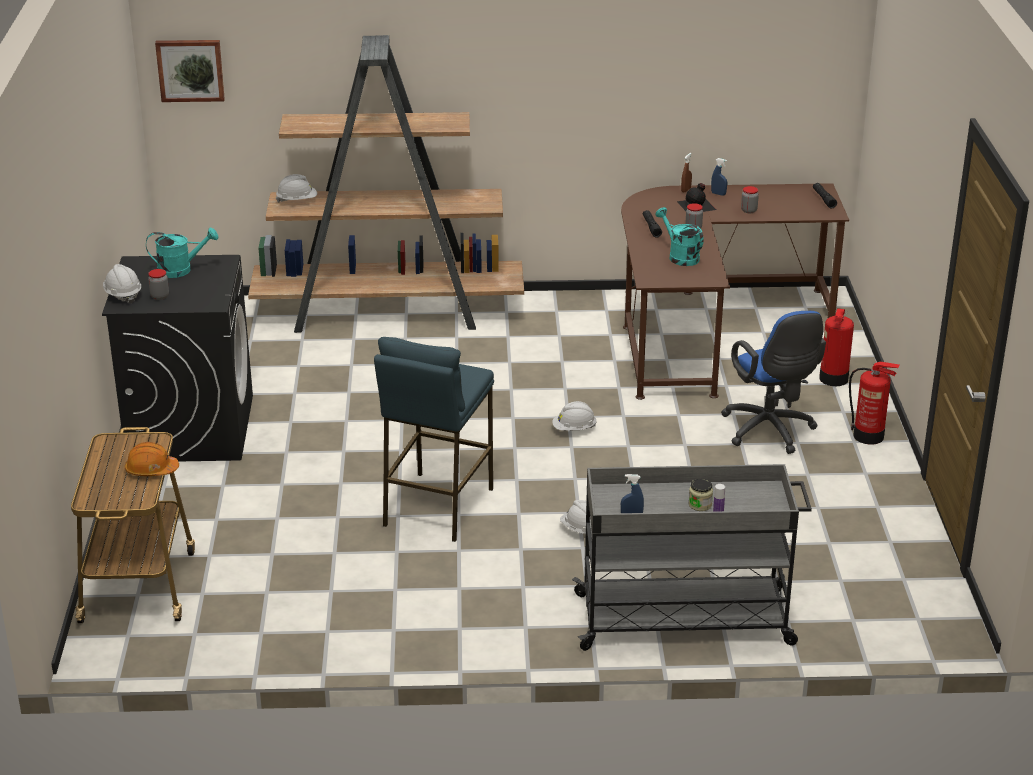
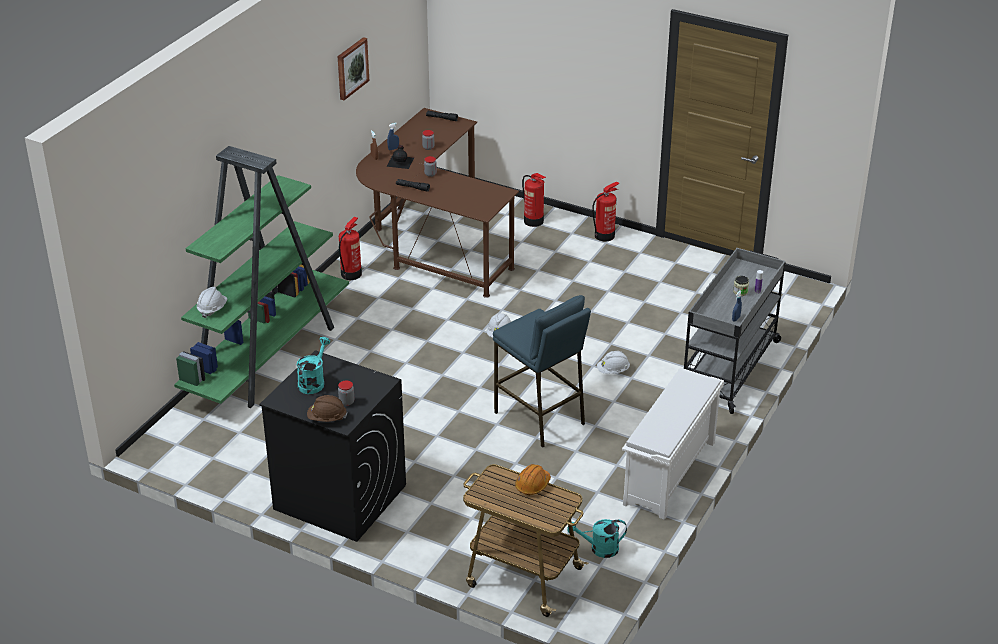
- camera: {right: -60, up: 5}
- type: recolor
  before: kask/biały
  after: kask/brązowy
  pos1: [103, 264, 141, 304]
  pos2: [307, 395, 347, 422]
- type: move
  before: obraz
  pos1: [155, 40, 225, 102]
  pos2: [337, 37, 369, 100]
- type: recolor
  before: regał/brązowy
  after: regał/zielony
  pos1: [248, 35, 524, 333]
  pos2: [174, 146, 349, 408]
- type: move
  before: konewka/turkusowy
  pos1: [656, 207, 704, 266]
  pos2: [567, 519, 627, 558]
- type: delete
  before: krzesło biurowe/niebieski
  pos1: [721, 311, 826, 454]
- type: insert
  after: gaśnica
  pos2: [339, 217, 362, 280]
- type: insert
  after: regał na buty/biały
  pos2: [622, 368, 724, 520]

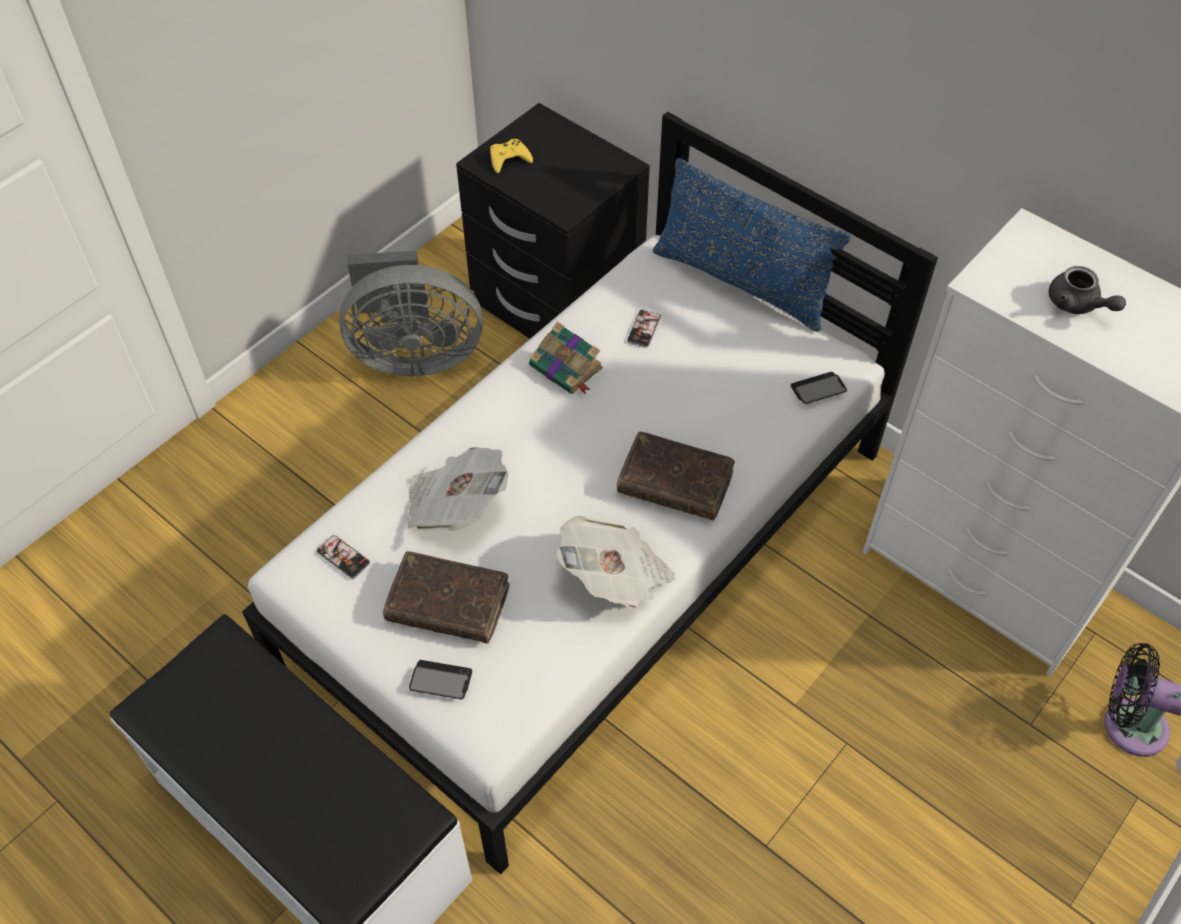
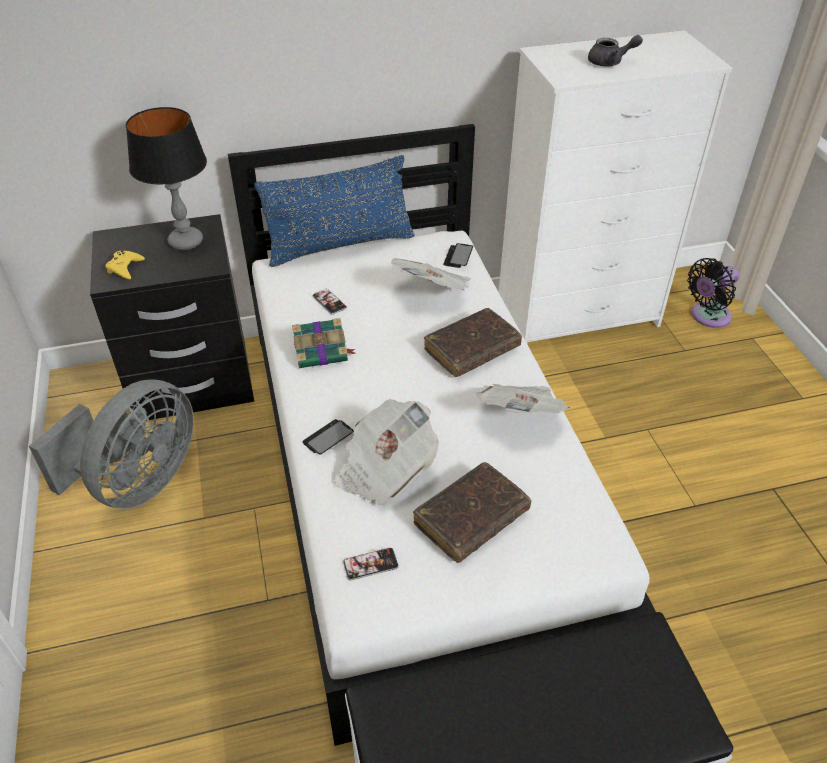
- camera: {right: -55, up: -10}
- type: move
  before: telefon
  pos1: [409, 660, 472, 700]
  pos2: [302, 419, 354, 454]
- type: insert
  after: lampa stołowa
  pos2: [126, 107, 207, 250]
- type: insert
  after: gazeta
  pos2: [391, 258, 470, 290]

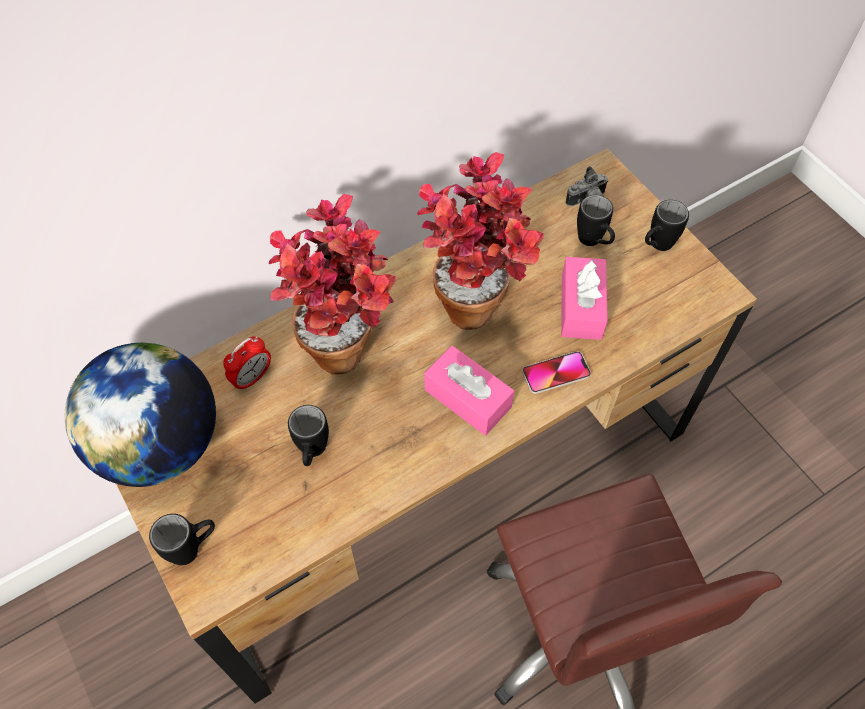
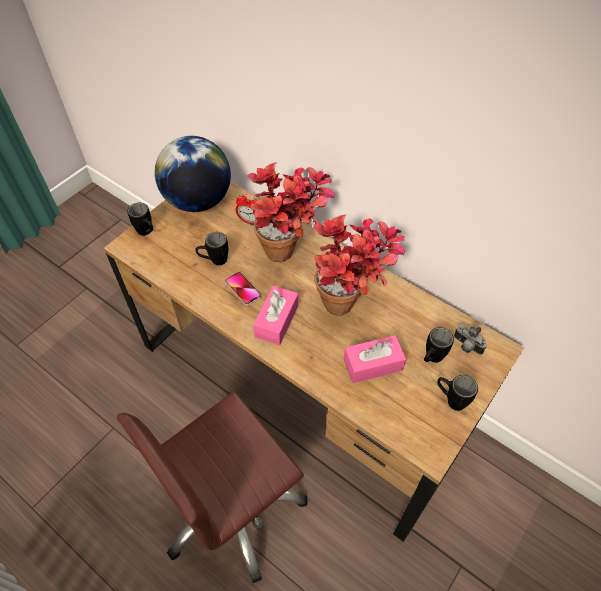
- camera: {right: 70, up: -5}
- type: move
  before: telefon
  pos1: [522, 351, 591, 394]
  pos2: [225, 272, 261, 306]

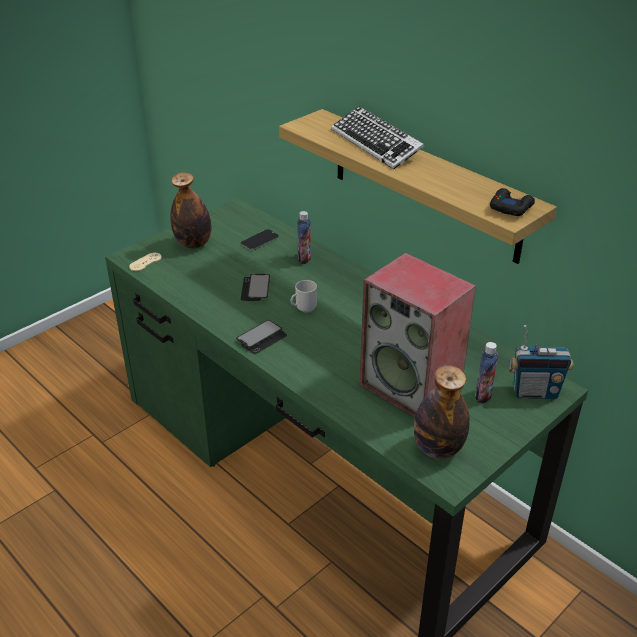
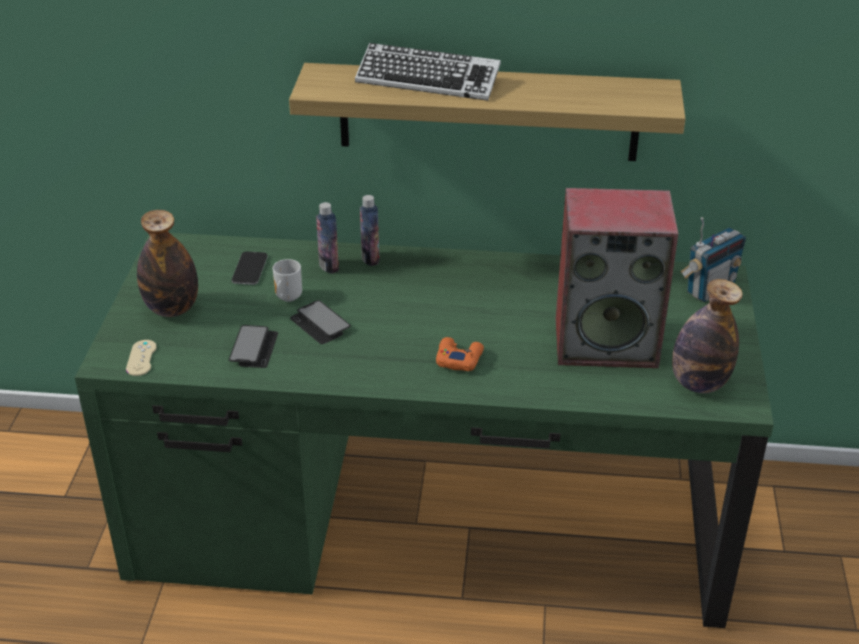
- camera: {right: -40, up: 0}
- type: move
  before: telefon
  pos1: [236, 320, 287, 354]
  pos2: [229, 325, 278, 368]
- type: move
  before: kubek
  pos1: [291, 280, 317, 313]
  pos2: [273, 259, 302, 302]
- type: move
  before: butelka
  pos1: [475, 342, 498, 404]
  pos2: [360, 195, 379, 266]
- type: delete
  before: pad do gier/czarny
  pos1: [490, 188, 535, 216]
- type: insert
  after: pad do gier/pomarańczowy
  pos2: [436, 337, 484, 371]

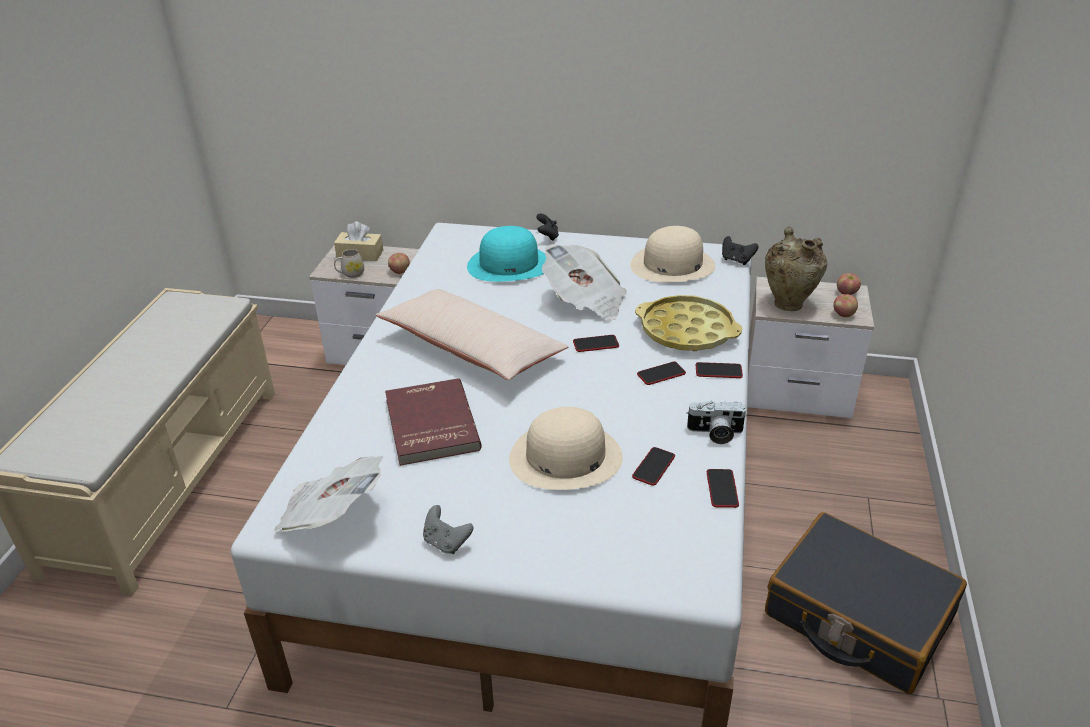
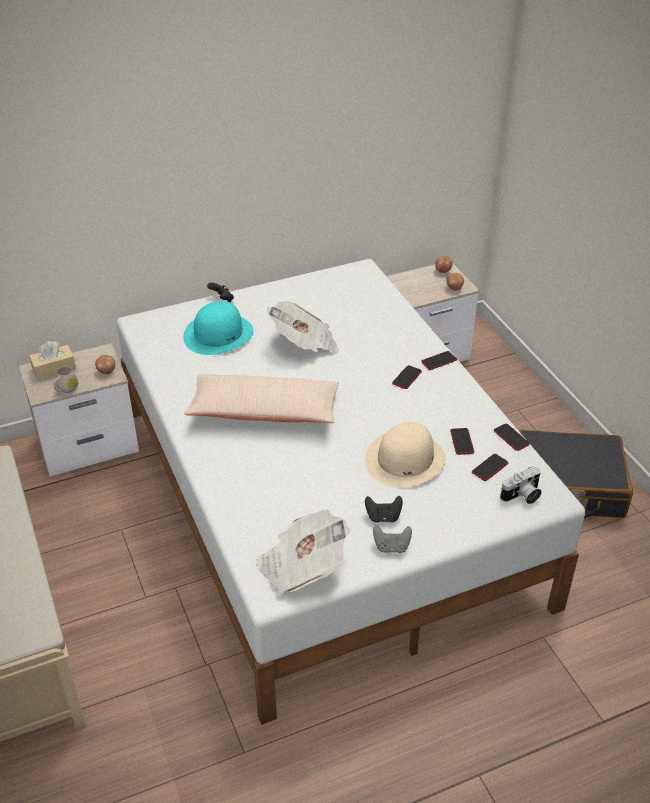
- camera: {right: -35, up: 5}
- type: delete
  before: książka/czerwony
  pos1: [385, 378, 482, 466]
- type: move
  before: telefon
  pos1: [573, 335, 619, 352]
  pos2: [472, 454, 508, 481]
- type: delete
  before: kapelusz/beżowy
  pos1: [631, 226, 716, 282]
- type: delete
  before: taca/żółty
  pos1: [635, 295, 742, 351]
- type: move
  before: aparat fotograficzny
  pos1: [686, 401, 747, 444]
  pos2: [500, 466, 542, 504]
- type: move
  before: pad do gier/czarny
  pos1: [722, 236, 759, 265]
  pos2: [365, 496, 403, 523]
- type: delete
  before: wazon/beżowy
  pos1: [765, 227, 827, 311]

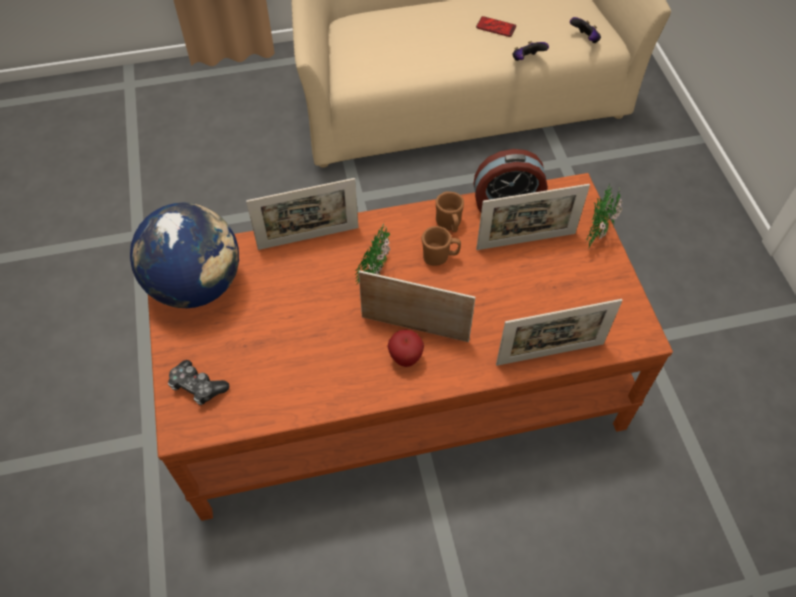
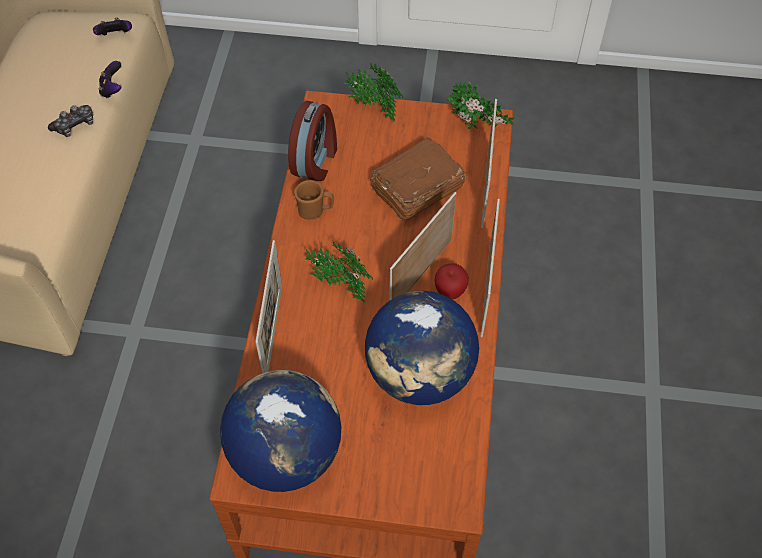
- camera: {right: -70, up: 0}
- type: move
  before: pad do gier
  pos1: [168, 360, 229, 405]
  pos2: [48, 105, 93, 137]
- type: delete
  before: kubek/brązowy
  pos1: [421, 226, 461, 265]
- type: delete
  before: telefon
  pos1: [476, 16, 516, 37]
- type: move
  before: ramka na zdjęcie
  pos1: [476, 184, 590, 250]
  pos2: [480, 199, 500, 337]
- type: insert
  after: globus
  pos2: [365, 291, 479, 405]
- type: insert
  after: książka/brązowy
  pos2: [370, 137, 466, 221]
- type: insert
  after: roślina doniczkowa
  pos2: [447, 82, 515, 129]

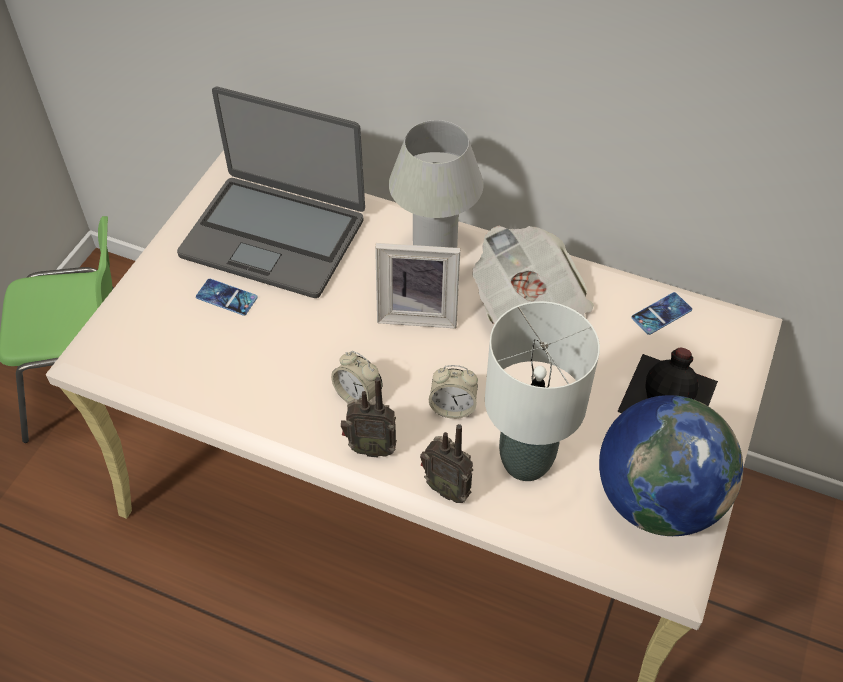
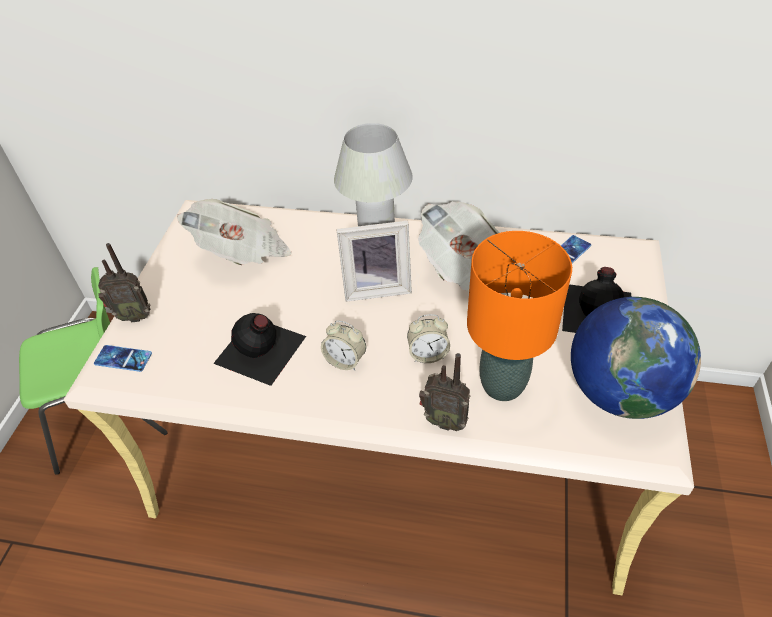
- camera: {right: -10, up: -5}
- type: replace
  before: laptop
  after: gazeta
  pos1: [177, 87, 365, 298]
  pos2: [177, 199, 292, 265]
- type: move
  before: telefon
  pos1: [196, 279, 258, 316]
  pos2: [94, 345, 152, 372]
- type: move
  before: radio
  pos1: [341, 377, 397, 458]
  pos2: [98, 243, 151, 322]
- type: recolor
  before: lampa stołowa/biały
  after: lampa stołowa/pomarańczowy
  pos1: [485, 301, 600, 481]
  pos2: [467, 231, 572, 401]
- type: insert
  after: butelka/czarny
  pos2: [213, 313, 306, 386]

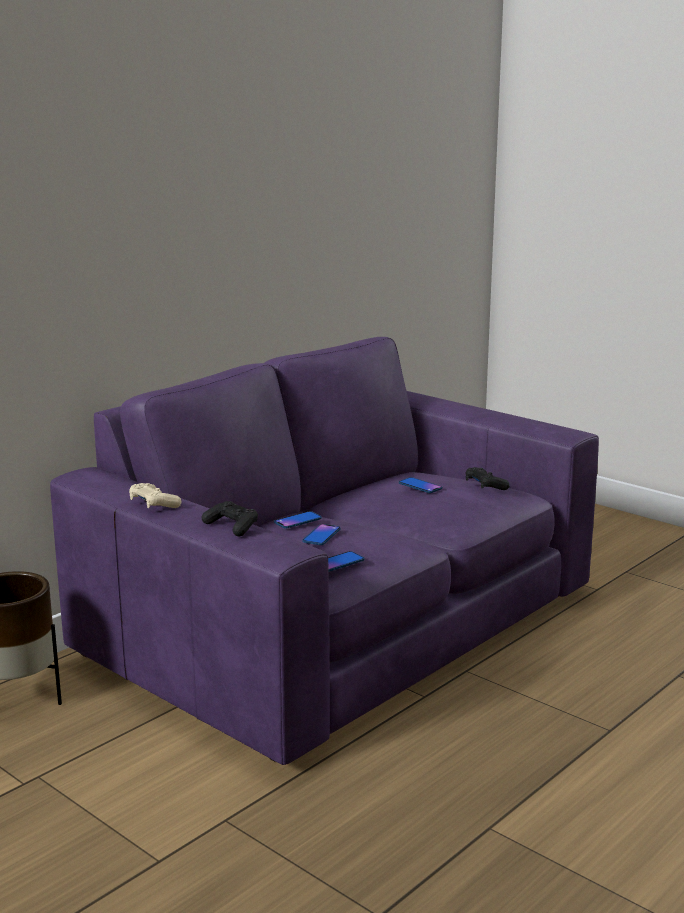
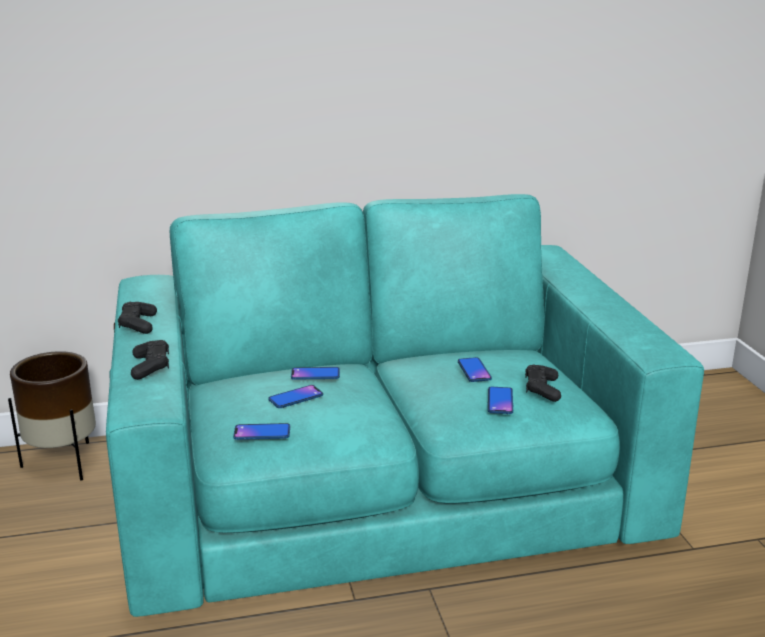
- camera: {right: 35, up: 5}
- type: recolor
  before: kanapa/fioletowy
  after: kanapa/turkusowy
  pos1: [50, 337, 599, 765]
  pos2: [106, 194, 704, 617]
- type: recolor
  before: pad do gier/beżowy
  after: pad do gier/czarny
  pos1: [129, 483, 181, 508]
  pos2: [118, 302, 157, 334]
- type: insert
  after: telefon
  pos2: [488, 387, 513, 414]

